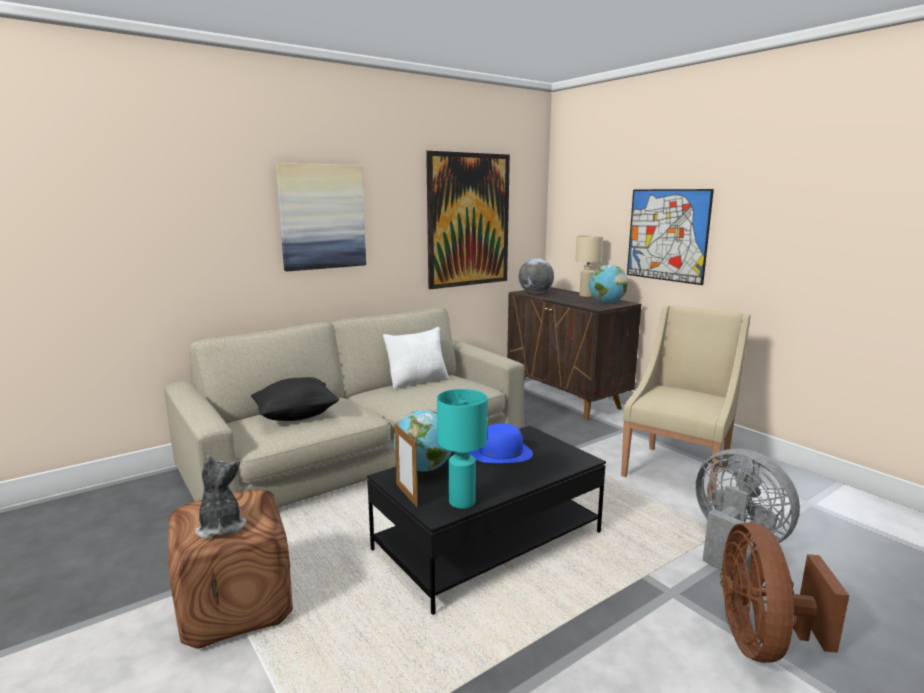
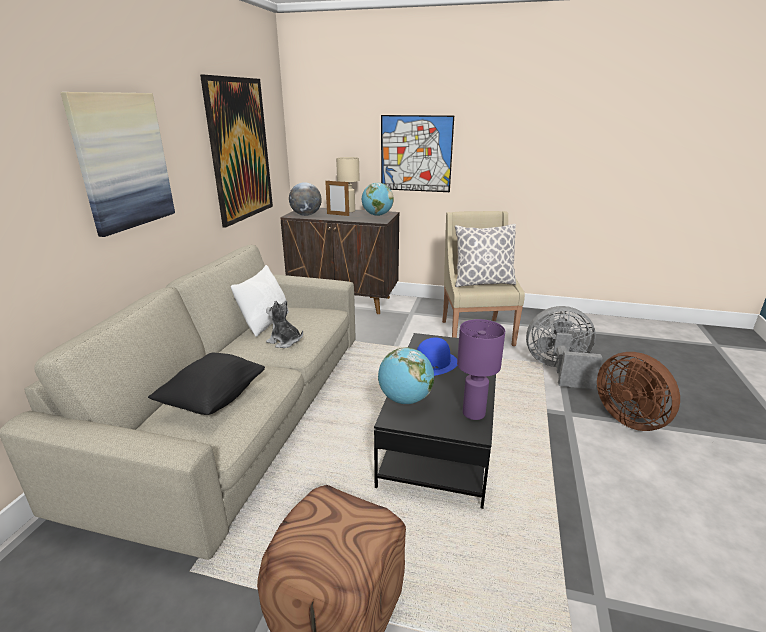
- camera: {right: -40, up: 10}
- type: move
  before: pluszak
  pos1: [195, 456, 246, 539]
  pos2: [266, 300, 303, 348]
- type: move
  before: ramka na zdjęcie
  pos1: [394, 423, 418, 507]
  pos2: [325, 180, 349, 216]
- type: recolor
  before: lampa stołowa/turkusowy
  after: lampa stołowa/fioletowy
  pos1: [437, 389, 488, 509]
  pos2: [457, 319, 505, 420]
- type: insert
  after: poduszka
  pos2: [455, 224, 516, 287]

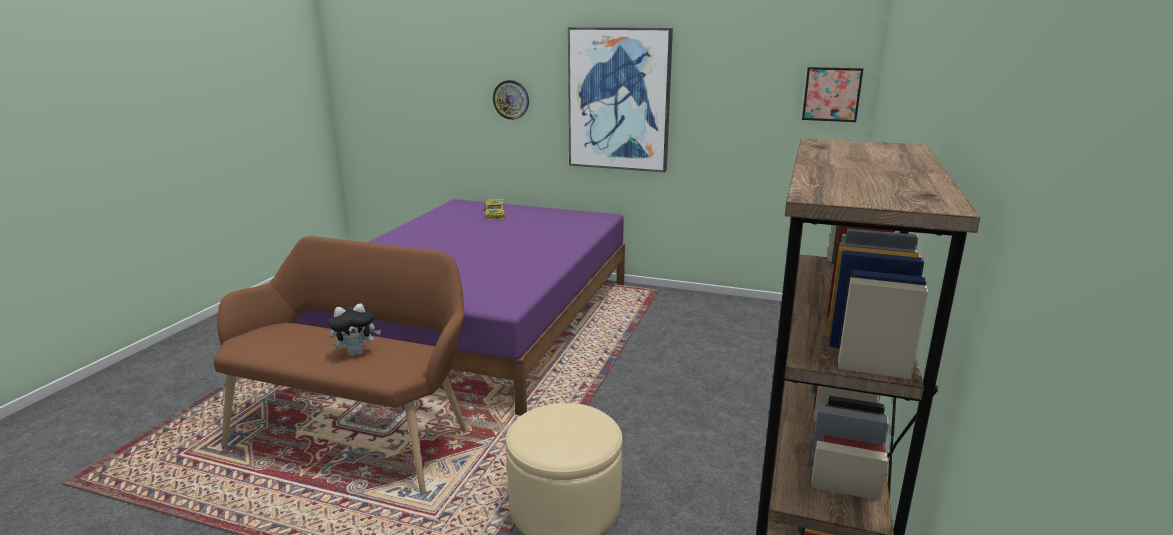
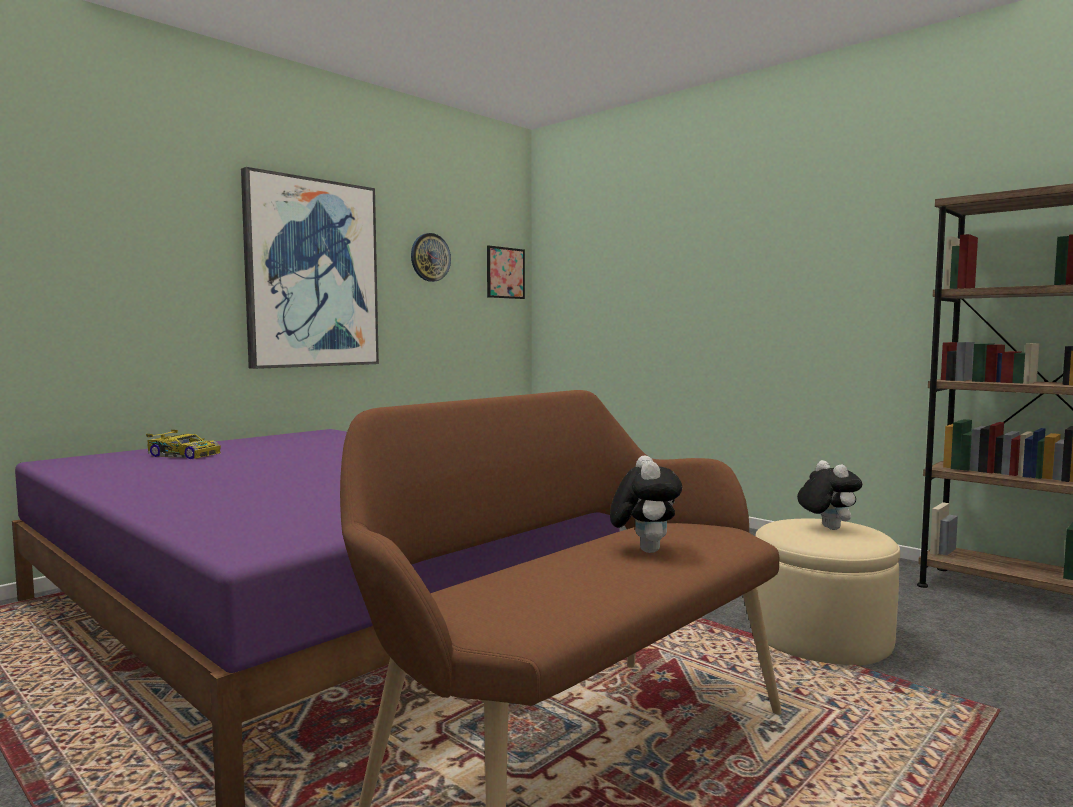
- camera: {right: -65, up: -15}
- type: move
  before: zegar ścienny
  pos1: [493, 80, 529, 120]
  pos2: [411, 233, 451, 282]
- type: insert
  after: pluszak
  pos2: [797, 460, 862, 530]

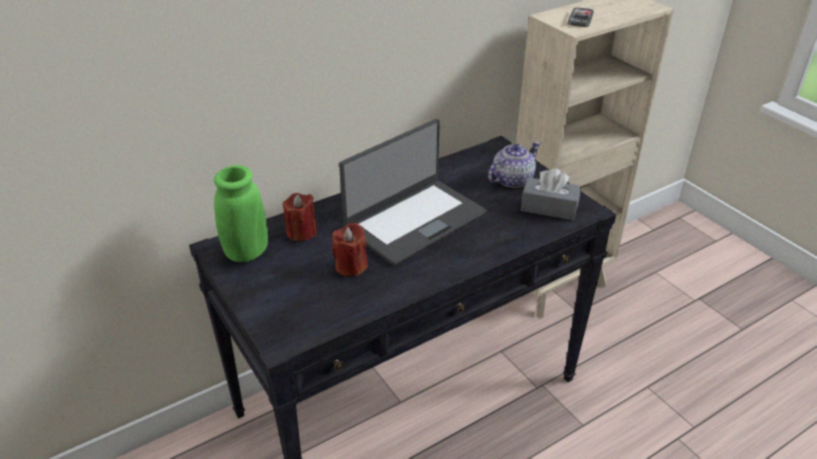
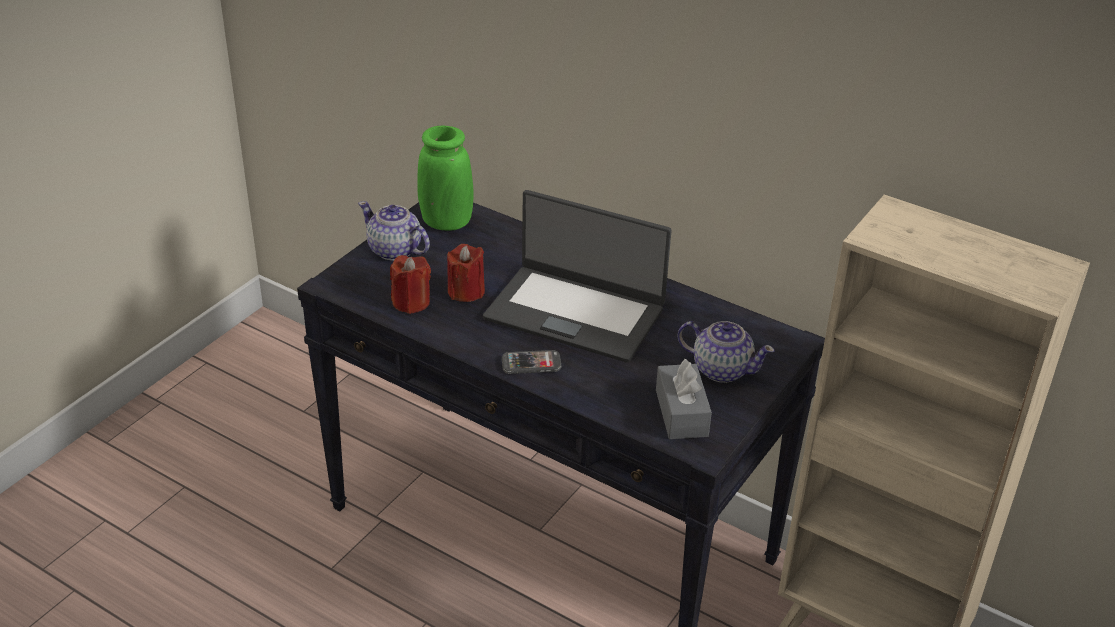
- camera: {right: 65, up: 0}
- type: move
  before: świeca/czerwony
  pos1: [283, 193, 317, 241]
  pos2: [390, 255, 431, 314]
- type: move
  before: telefon
  pos1: [568, 7, 594, 27]
  pos2: [502, 350, 562, 374]
- type: insert
  after: imbryk
  pos2: [358, 201, 430, 261]

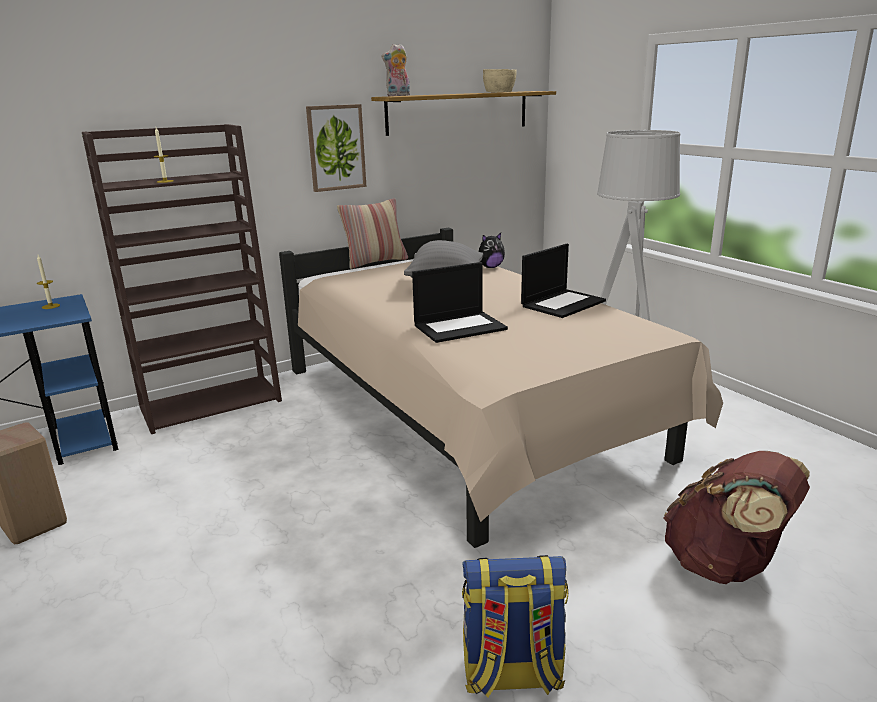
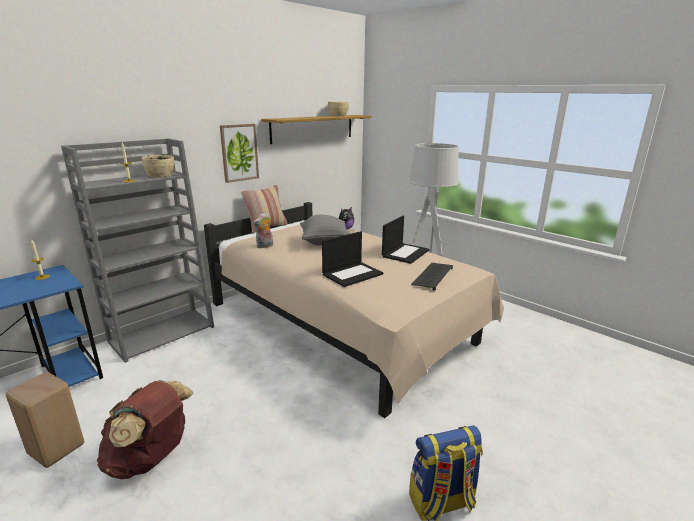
- camera: {right: -15, up: 0}
- type: recolor
  before: regał/brązowy
  after: regał/szary
  pos1: [82, 124, 282, 434]
  pos2: [61, 138, 214, 363]
- type: move
  before: pluszak
  pos1: [382, 44, 410, 96]
  pos2: [253, 212, 273, 248]
- type: move
  before: plecak/brązowy
  pos1: [663, 451, 810, 584]
  pos2: [97, 380, 194, 479]
- type: insert
  after: miska/beżowy
  pos2: [141, 155, 174, 178]
- type: insert
  after: klawiatura
  pos2: [411, 263, 453, 290]

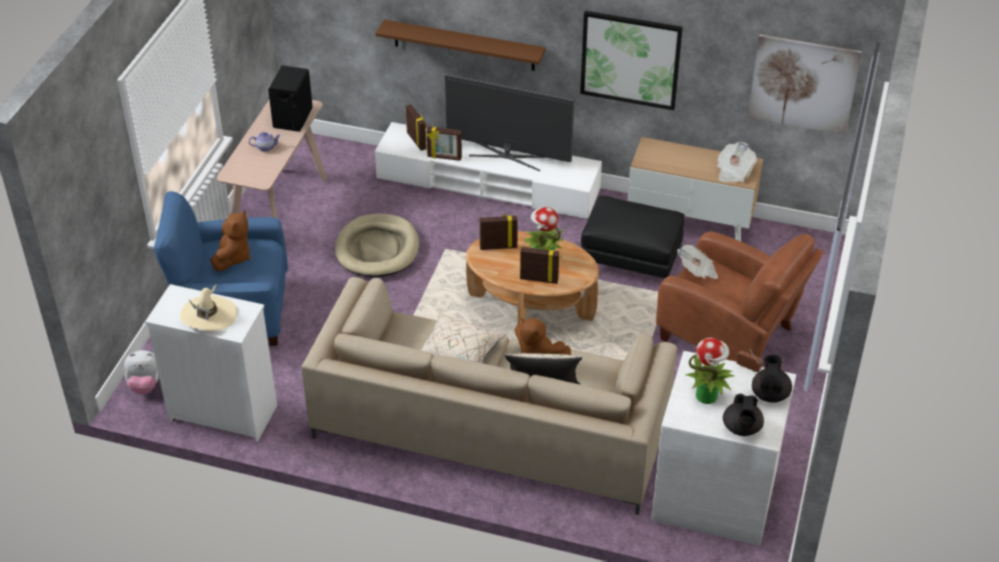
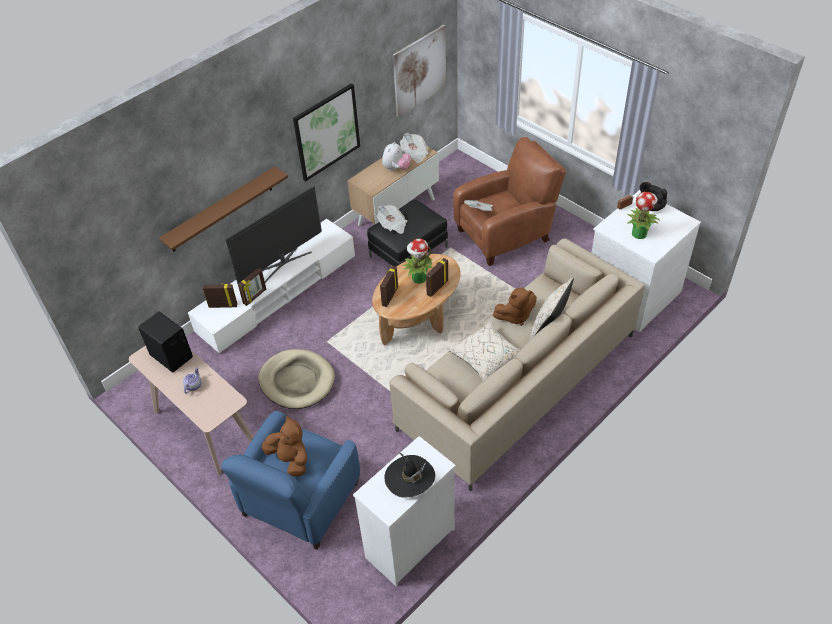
- camera: {right: -60, up: 5}
- type: move
  before: pluszak
  pos1: [124, 350, 159, 394]
  pos2: [382, 142, 411, 171]
- type: recolor
  before: kapelusz/beżowy
  after: kapelusz/czarny
  pos1: [180, 284, 237, 331]
  pos2: [384, 452, 435, 498]
- type: delete
  before: imbryk/czarny
  pos1: [723, 394, 764, 436]
- type: insert
  after: gazeta
  pos2: [377, 205, 407, 234]

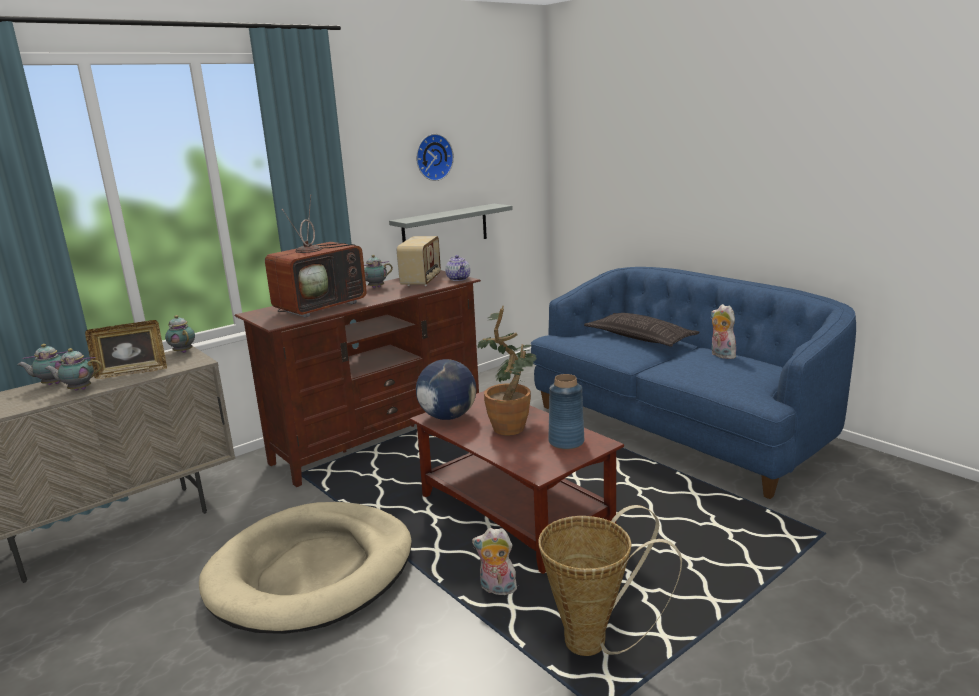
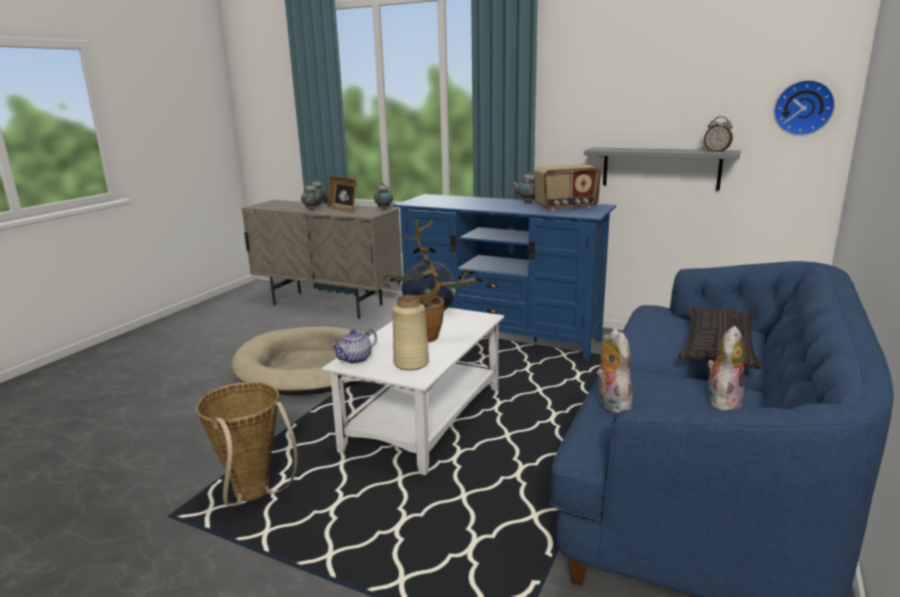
- camera: {right: 65, up: 0}
- type: recolor
  before: szafka pod telewizor/brązowy
  after: szafka pod telewizor/niebieski
  pos1: [234, 270, 481, 487]
  pos2: [393, 194, 617, 361]
- type: delete
  before: telewizor
  pos1: [265, 194, 367, 318]
- type: recolor
  before: ława/brązowy
  after: ława/biały
  pos1: [410, 391, 624, 574]
  pos2: [322, 307, 504, 476]
- type: move
  before: zegar ścienny
  pos1: [416, 134, 454, 181]
  pos2: [774, 80, 835, 136]
- type: move
  before: imbryk
  pos1: [445, 255, 470, 281]
  pos2: [331, 329, 377, 364]
- type: move
  before: pluszak
  pos1: [472, 528, 519, 595]
  pos2: [596, 328, 633, 414]
- type: recolor
  before: wazon/niebieski
  after: wazon/beżowy
  pos1: [548, 374, 584, 450]
  pos2: [392, 295, 429, 370]
- type: insert
  after: budzik
  pos2: [704, 116, 733, 153]

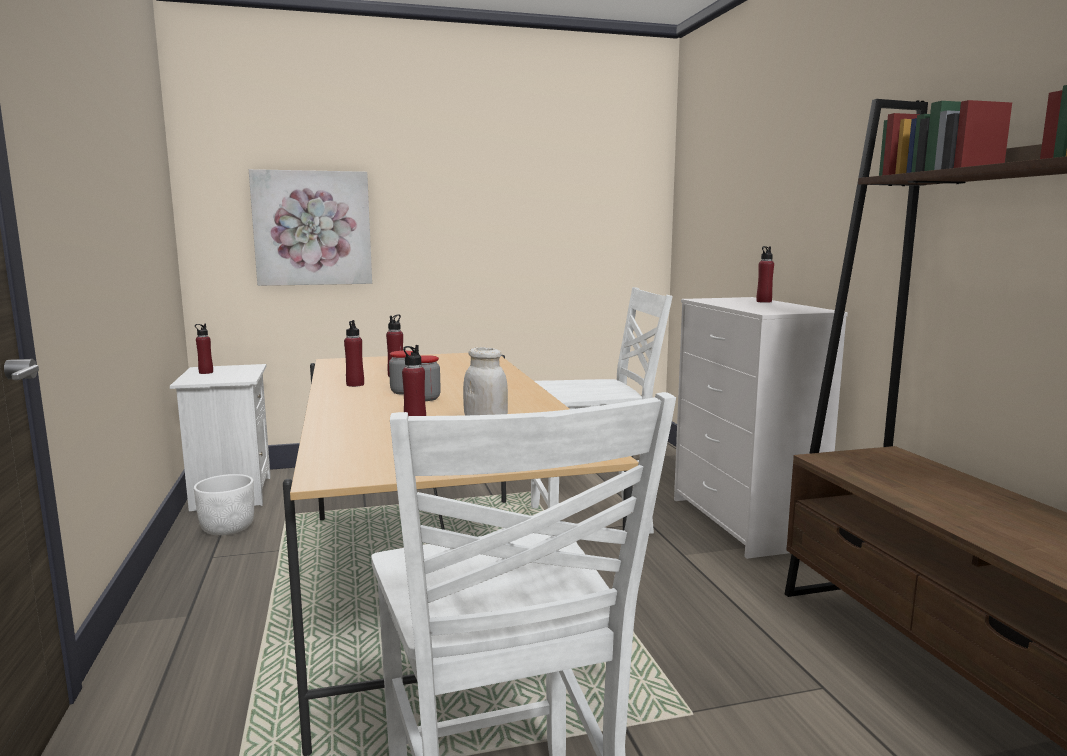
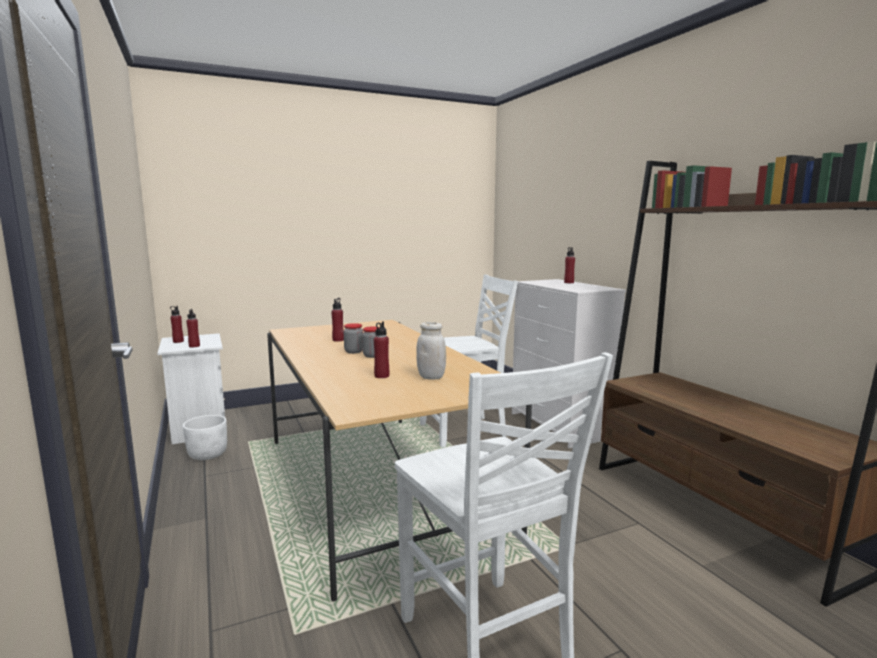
- camera: {right: -10, up: 0}
- type: delete
  before: obraz
  pos1: [249, 169, 372, 286]
- type: move
  before: butelka/czerwony
  pos1: [344, 320, 364, 387]
  pos2: [186, 309, 200, 347]

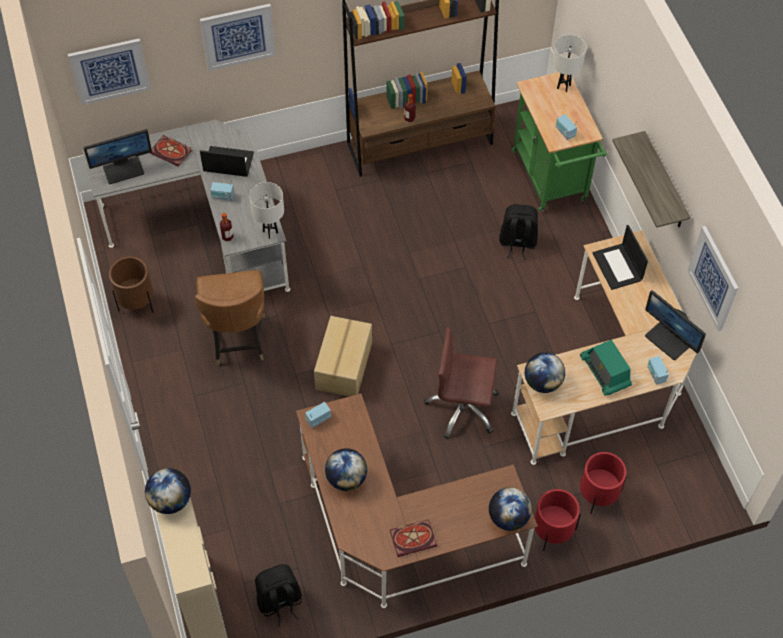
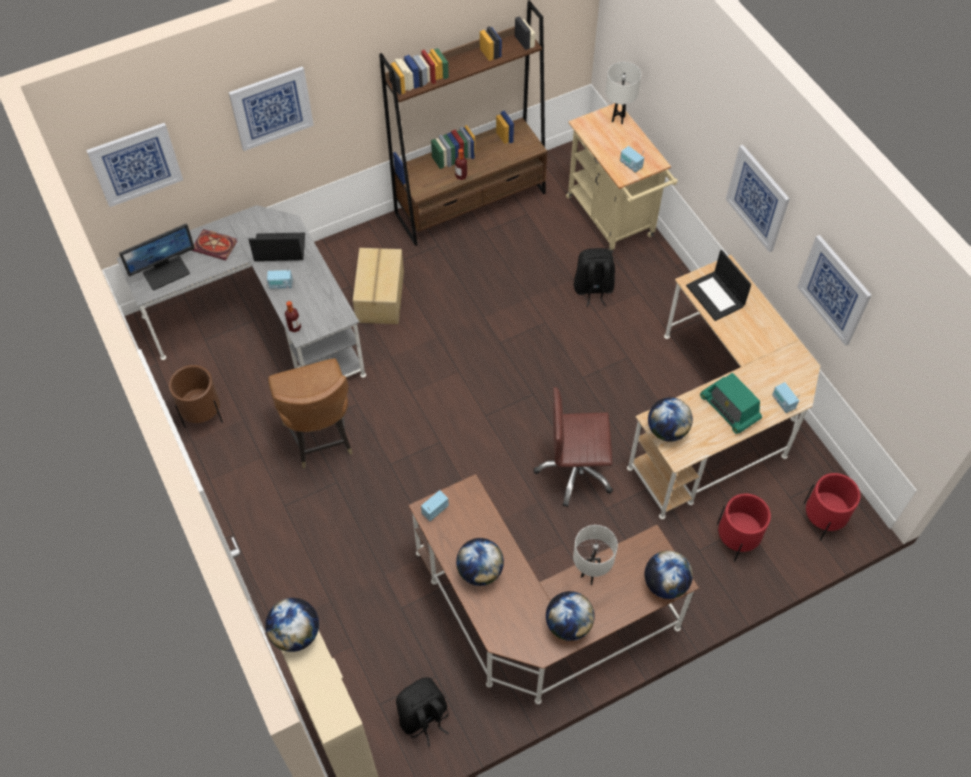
- camera: {right: -10, up: 0}
- type: move
  before: lampa stołowa/biały
  pos1: [249, 182, 284, 239]
  pos2: [573, 525, 618, 585]
- type: move
  before: karton
  pos1: [314, 316, 372, 397]
  pos2: [353, 248, 404, 324]
- type: replace
  before: książka
  after: globus
  pos1: [390, 519, 437, 557]
  pos2: [546, 591, 595, 641]
- type: recolor
  before: wózek/zielony
  after: wózek/beżowy
  pos1: [511, 72, 607, 212]
  pos2: [566, 103, 678, 253]
- type: move
  before: donica/czerwony
  pos1: [534, 489, 581, 551]
  pos2: [803, 473, 860, 541]
- type: replace
  before: półka
  after: obraz
  pos1: [612, 131, 691, 228]
  pos2: [726, 145, 790, 252]
- type: delete
  before: monitor
  pos1: [645, 290, 706, 360]

